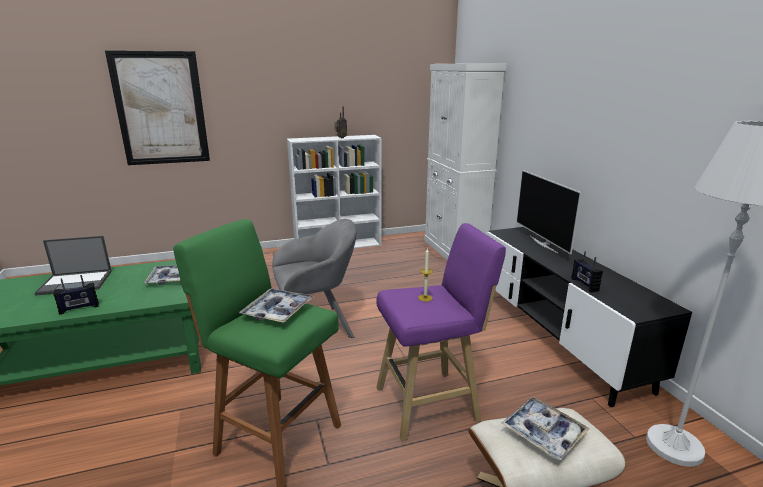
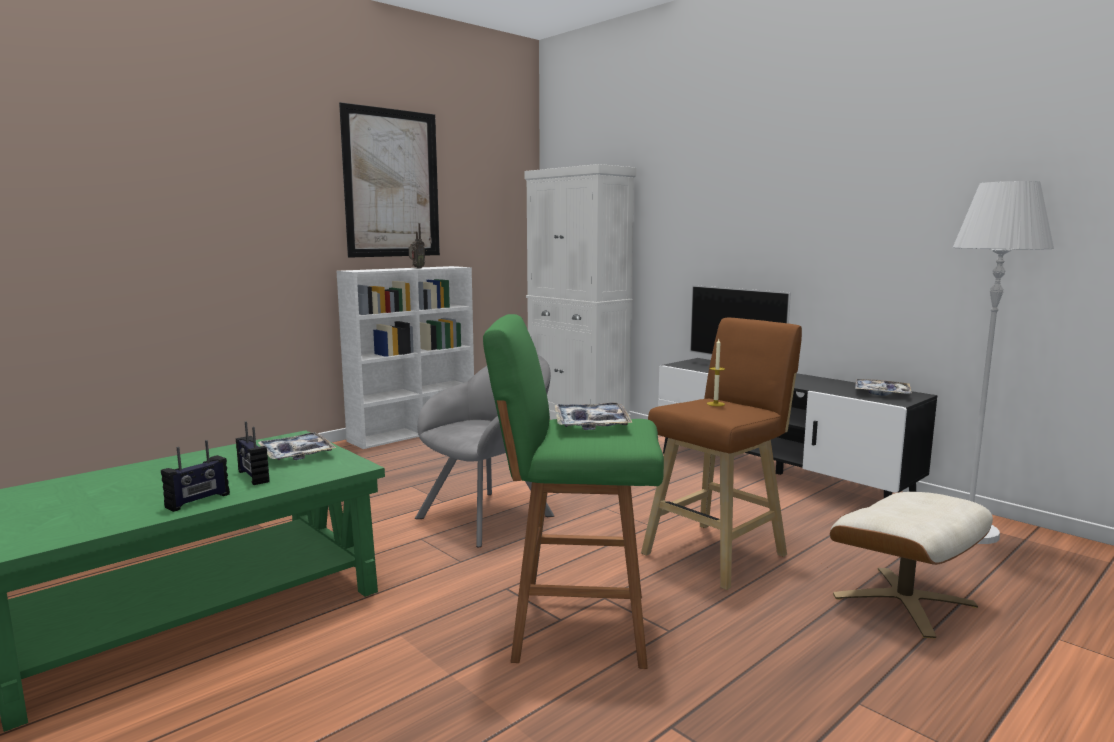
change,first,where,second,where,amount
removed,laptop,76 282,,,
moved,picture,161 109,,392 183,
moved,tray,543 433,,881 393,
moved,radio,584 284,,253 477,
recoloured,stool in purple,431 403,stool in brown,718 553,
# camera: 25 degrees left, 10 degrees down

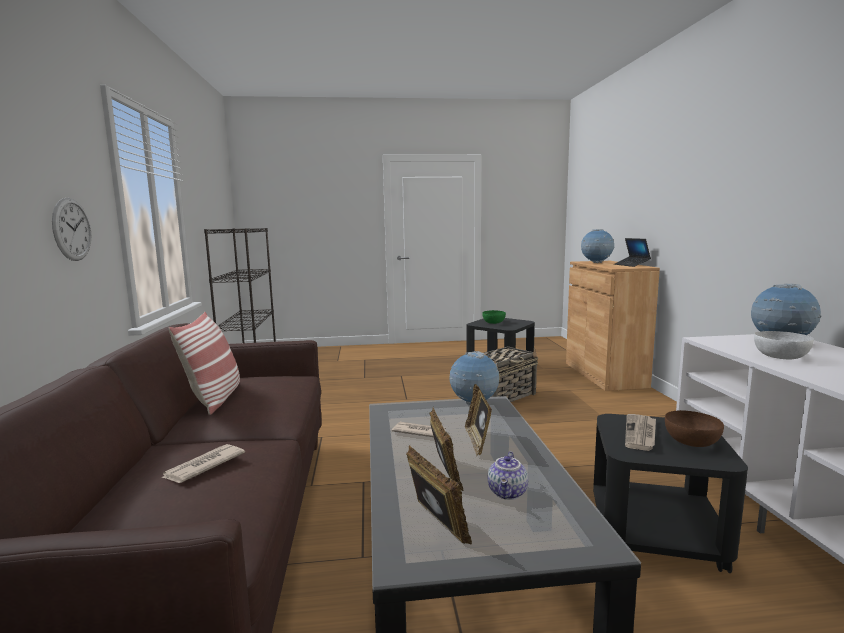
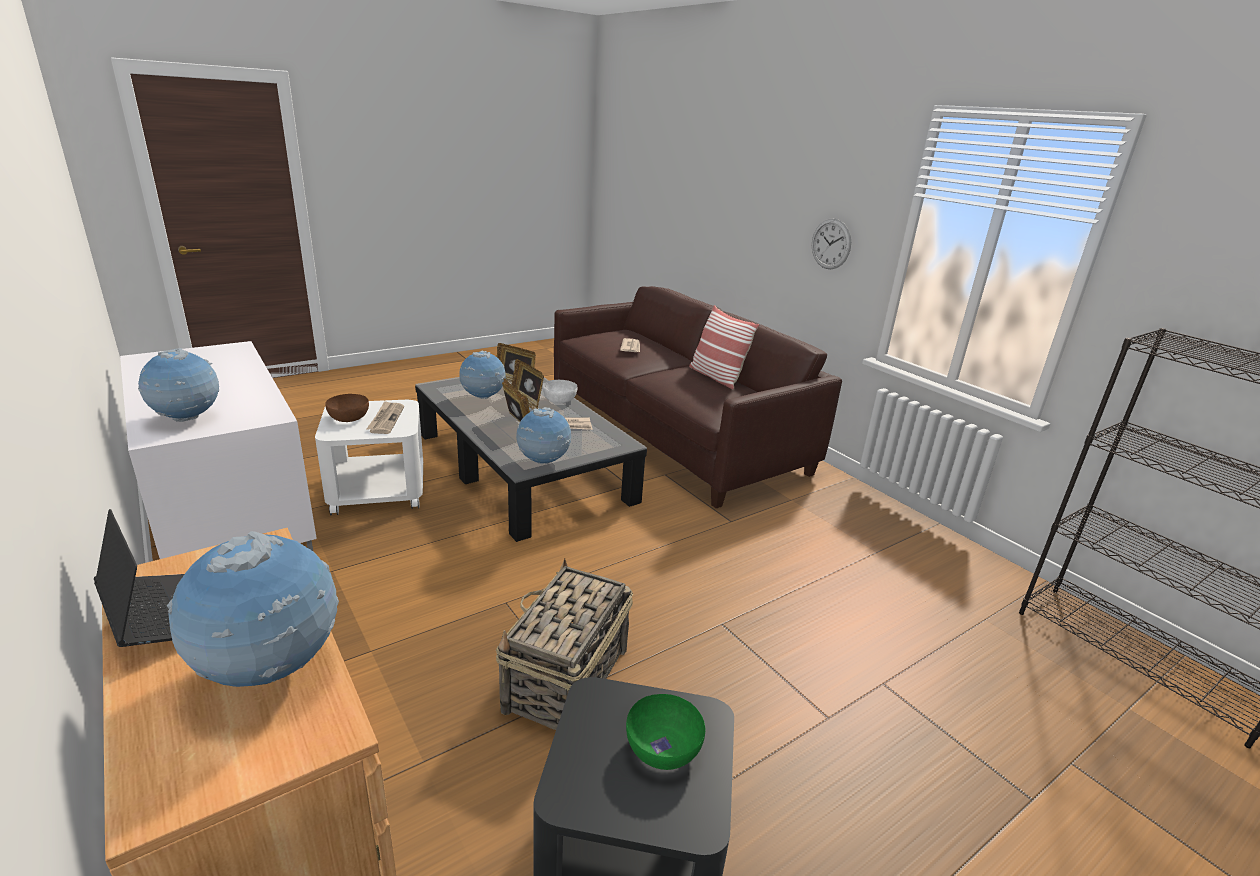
change,first,where,second,where,amount
moved,bowl in white,780 357,,560 400,
replaced,teapot,508 493,globe,483 398,
recoloured,side table in black,656 533,side table in white,378 490,
# camera: 150 degrees right, 15 degrees up

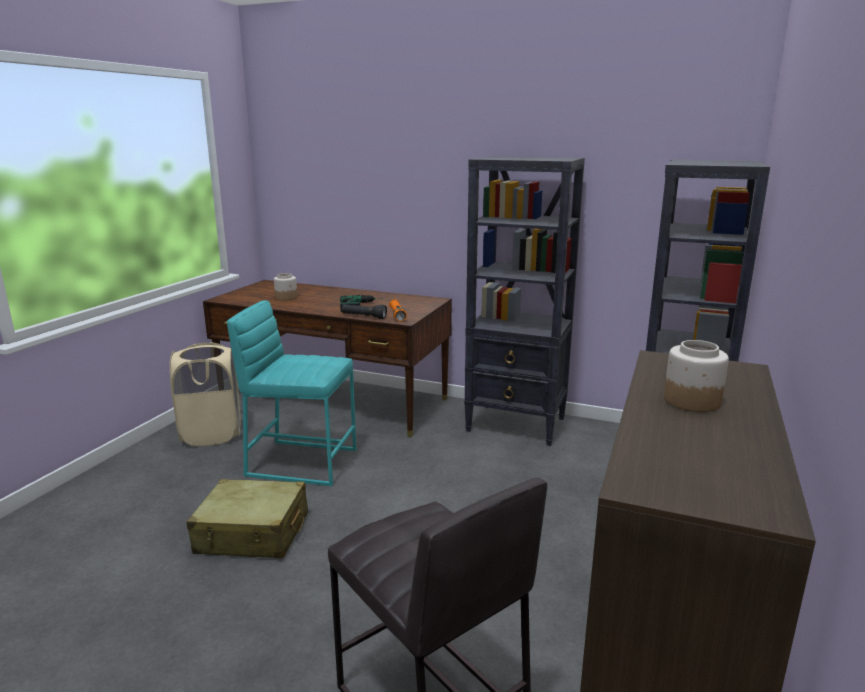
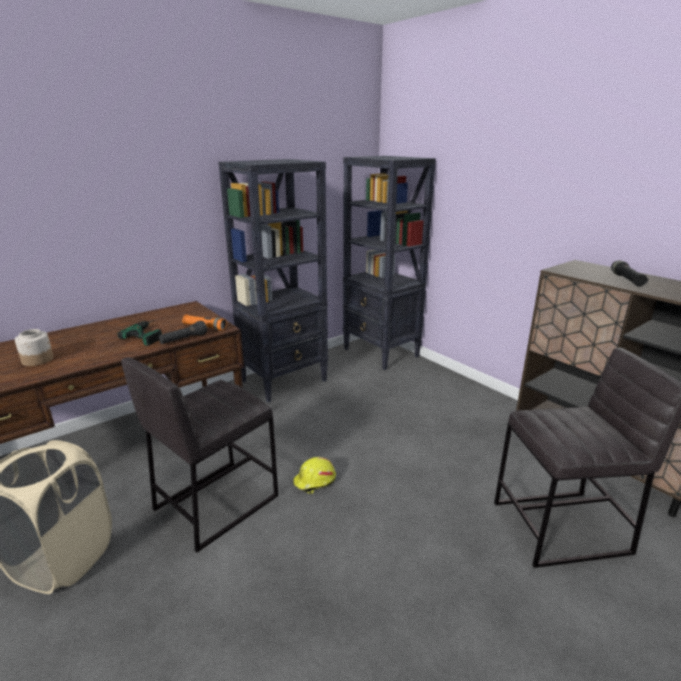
change,first,where,second,where,amount
removed,suitcase in beige,253 533,,,
added,,,hard hat in yellow,315 481,
replaced,jar,691 401,flashlight in black,626 280,
recoloured,stool in turquoise,301 462,stool in grey,215 502,
# camera: 60 degrees left, 5 degrees up

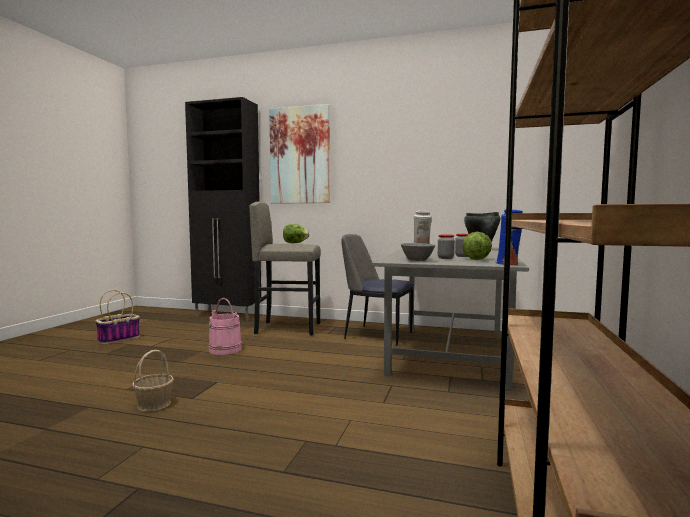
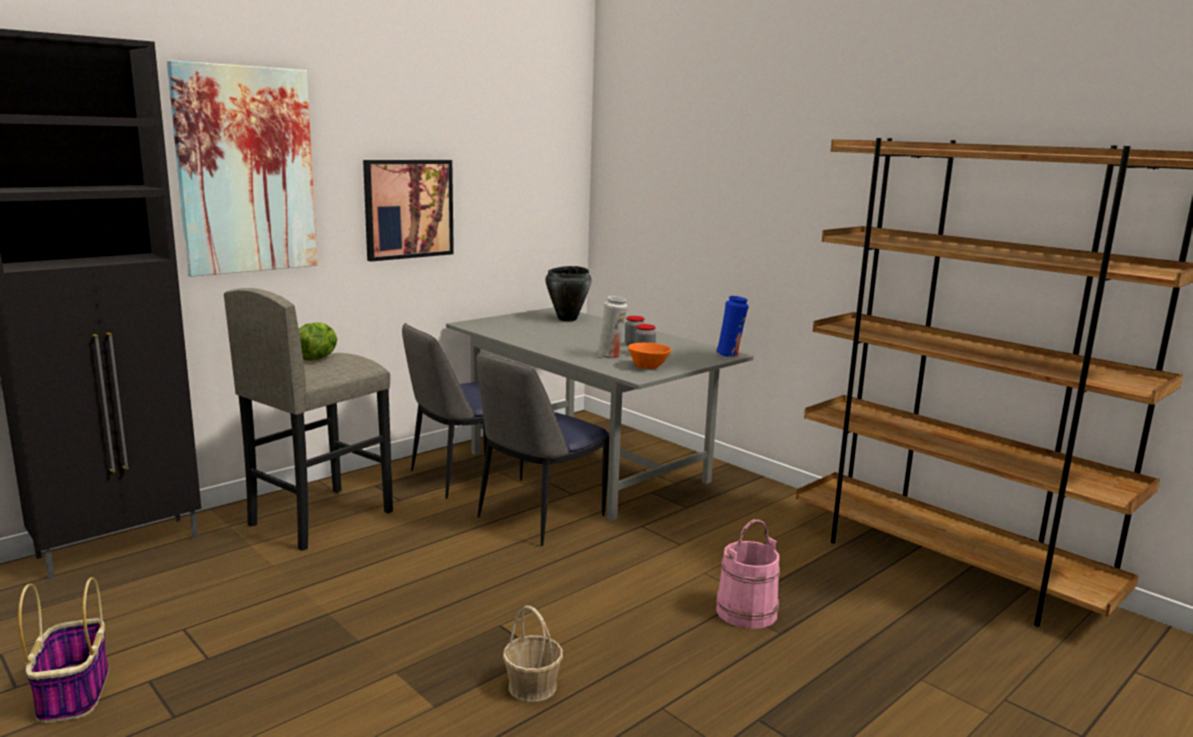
change,first,where,second,where,amount
removed,lettuce,476 259,,,
added,,,picture,408 209,
added,,,chair,538 518,
moved,bucket in pink,225 349,,746 612,
recoloured,bowl in grey,417 260,bowl in orange,649 367,
# camera: 60 degrees left, 10 degrees up

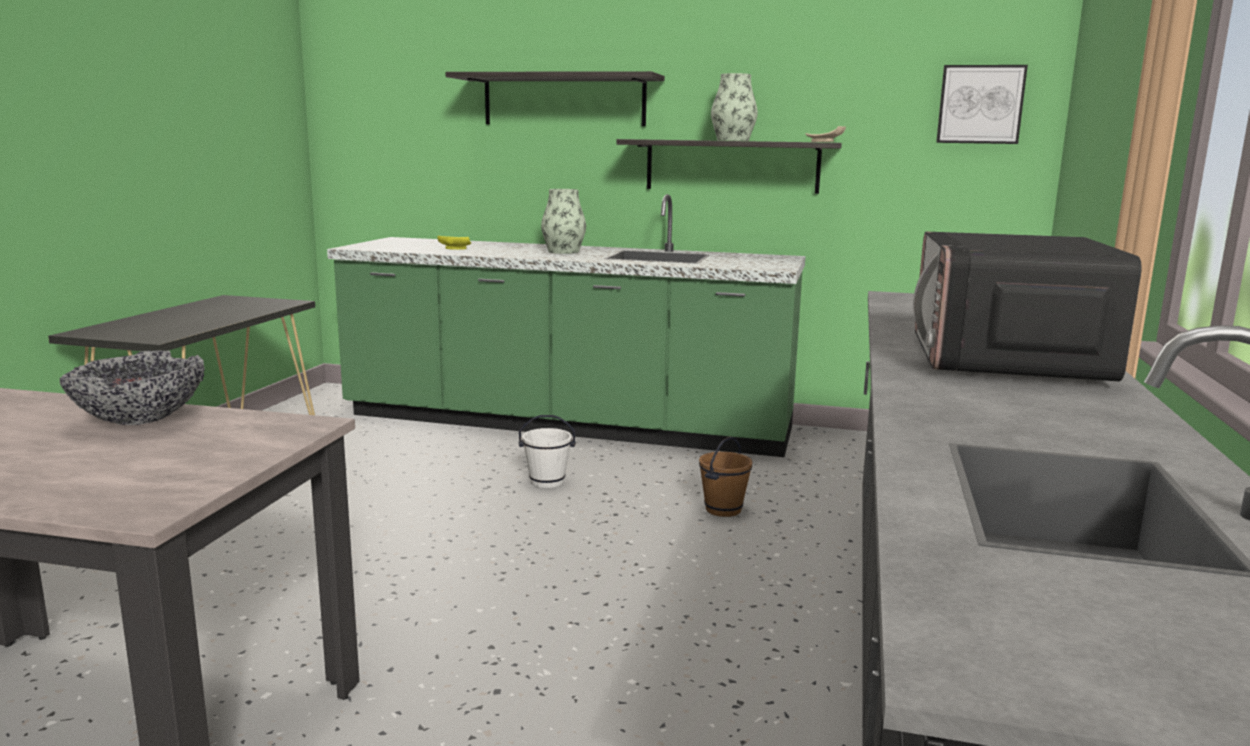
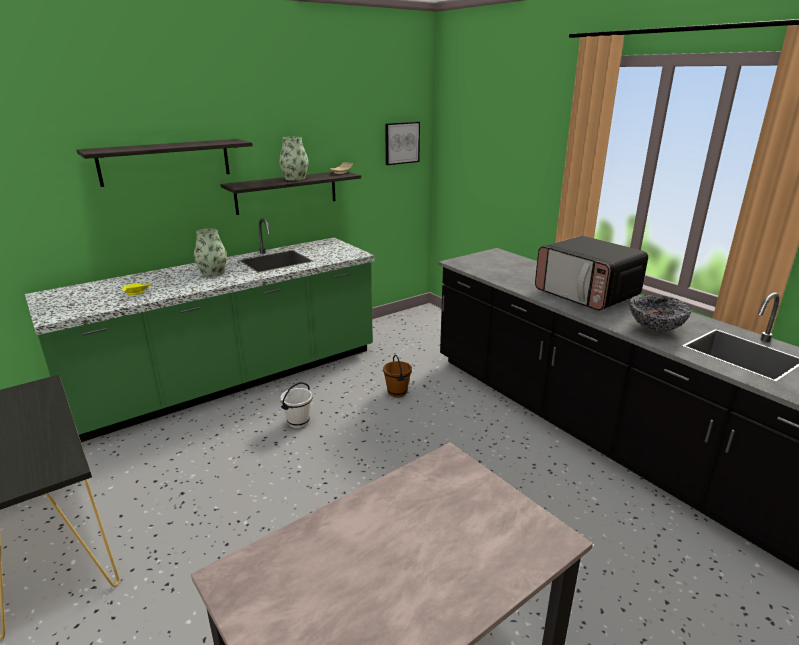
change,first,where,second,where,amount
moved,bowl,139 421,,655 328,
# camera: 50 degrees left, 10 degrees up

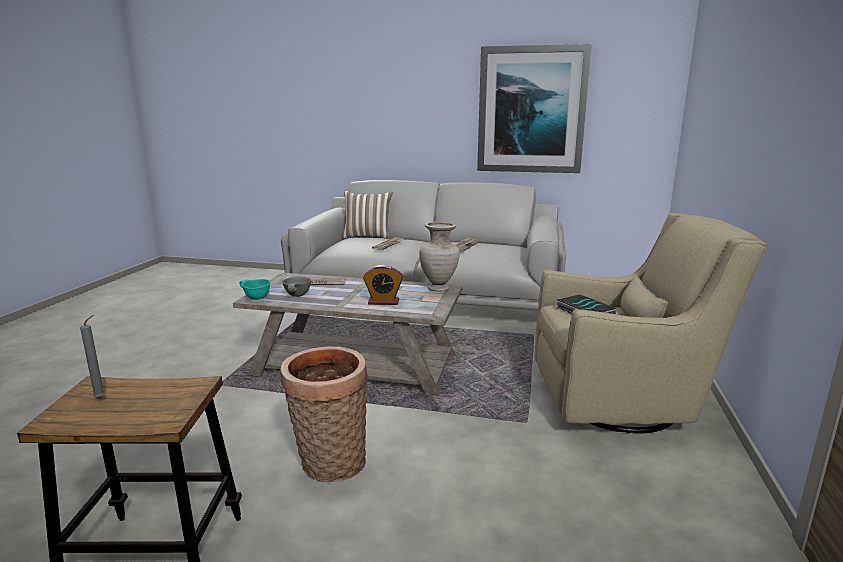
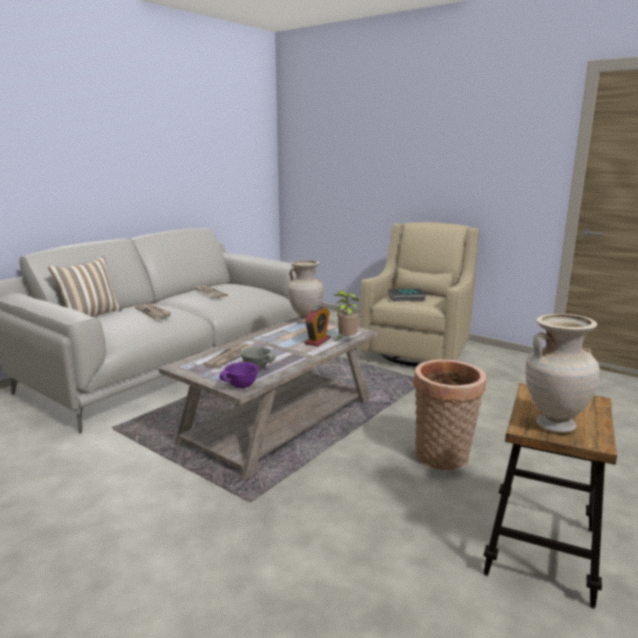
change,first,where,second,where,amount
removed,picture,531 110,,,
added,,,potted plant,346 340,
replaced,candle in grey,102 398,vase in beige,553 425,
recoloured,bowl in turquoise,256 298,bowl in purple,241 386,
# camera: 65 degrees left, 0 degrees up

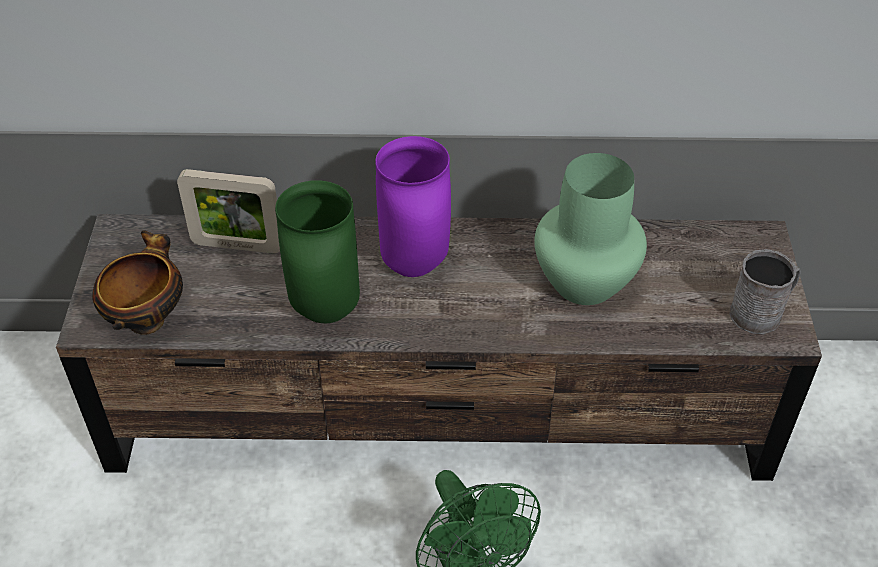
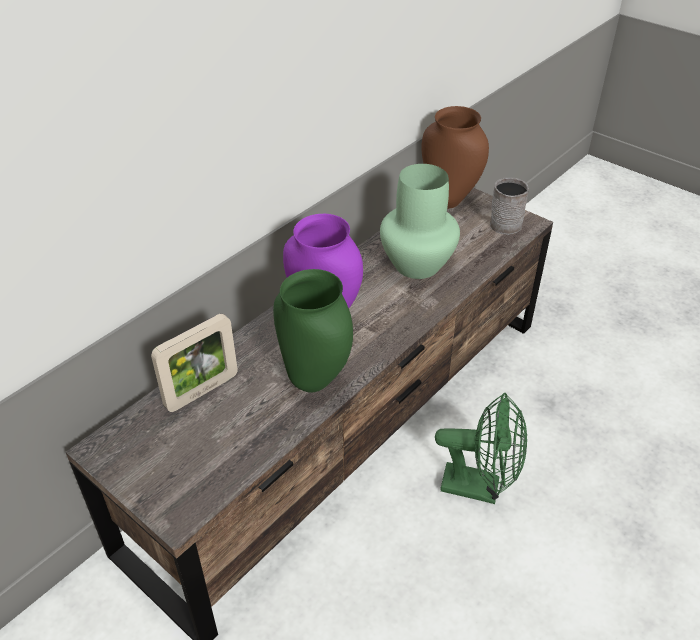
change,first,where,second,where,amount
removed,bowl,147 318,,,
added,,,vase in brown,450 201,
# camera: 50 degrees left, 5 degrees down

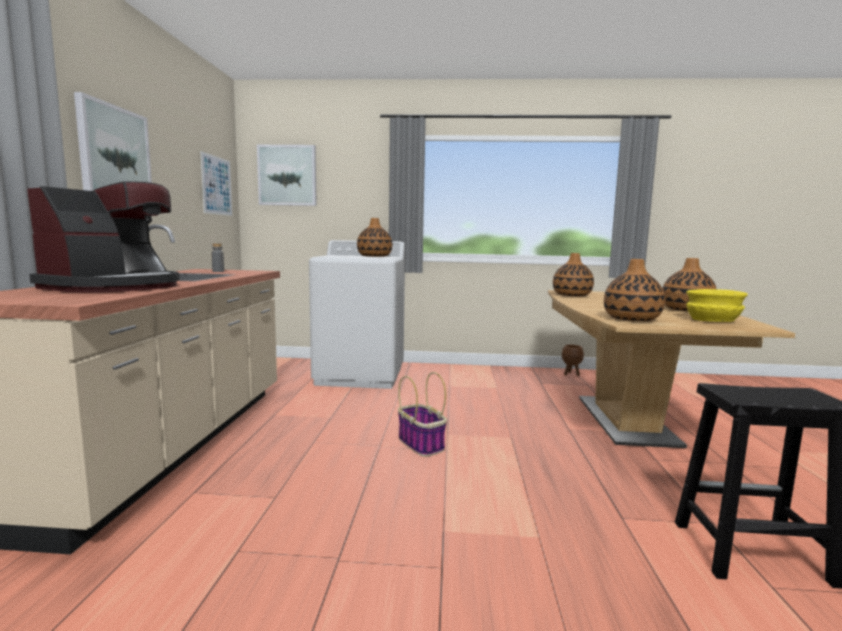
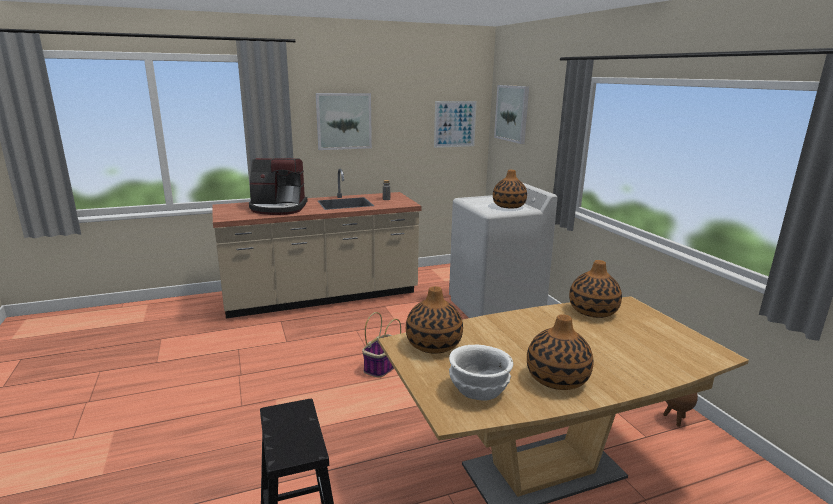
change,first,where,second,where,amount
recoloured,bowl in yellow,712 320,bowl in white,477 389,
# camera: 65 degrees right, 10 degrees up

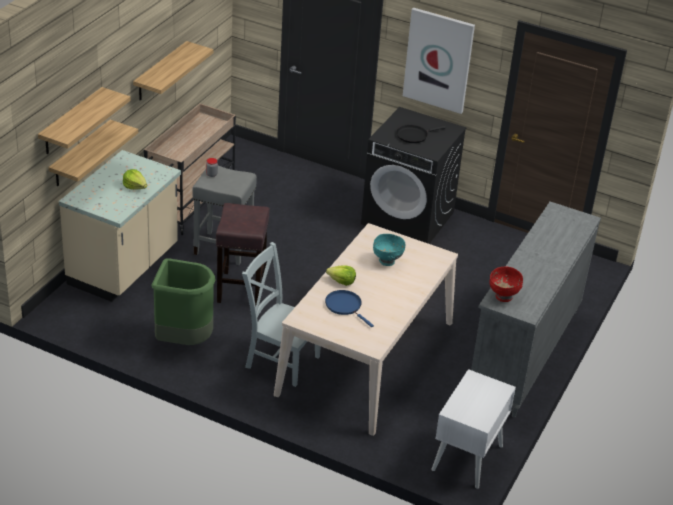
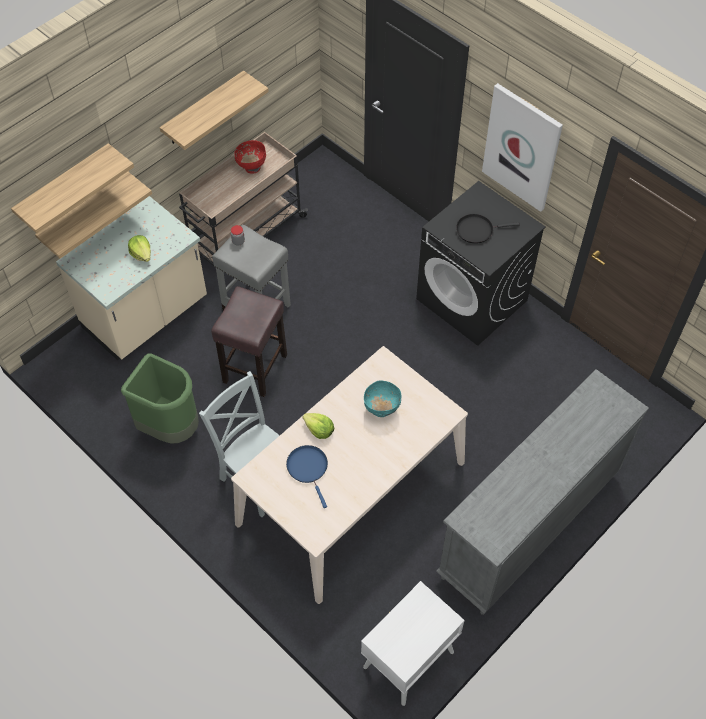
change,first,where,second,where,amount
moved,bowl in red,503 296,,252 167,
# camera: 20 degrees right, 20 degrees up

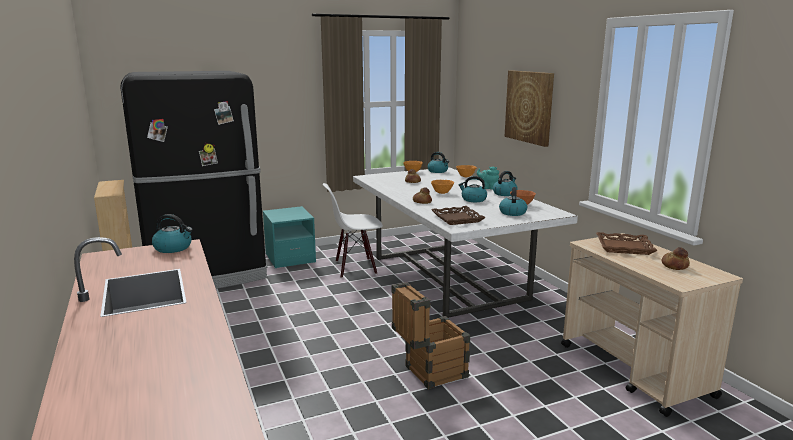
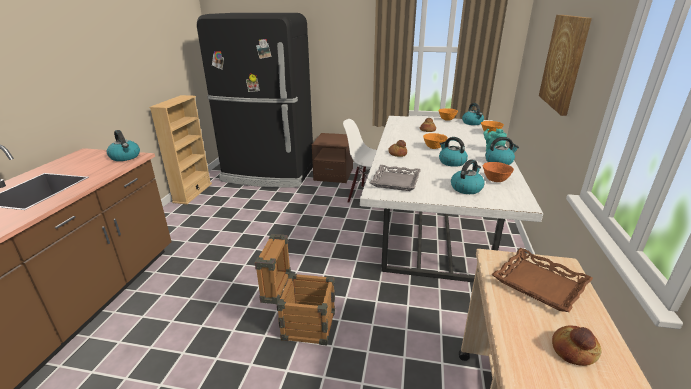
change,first,where,second,where,amount
recoloured,nightstand in turquoise,290 258,nightstand in brown,333 175,
recoloured,tray in brown,457 219,tray in grey,396 181,
# camera: 35 degrees right, 10 degrees up

